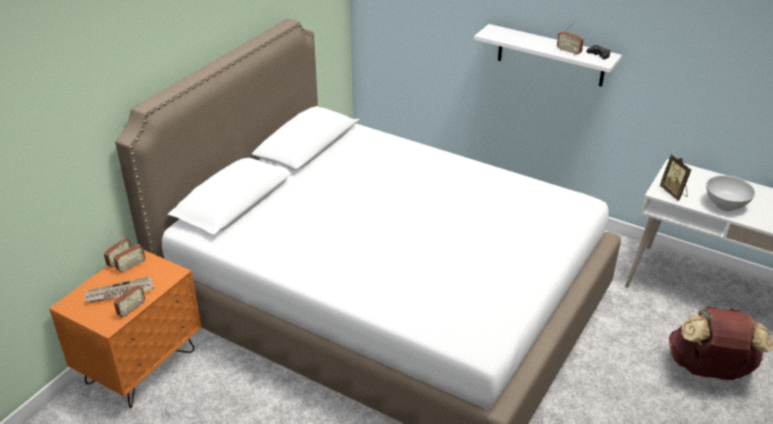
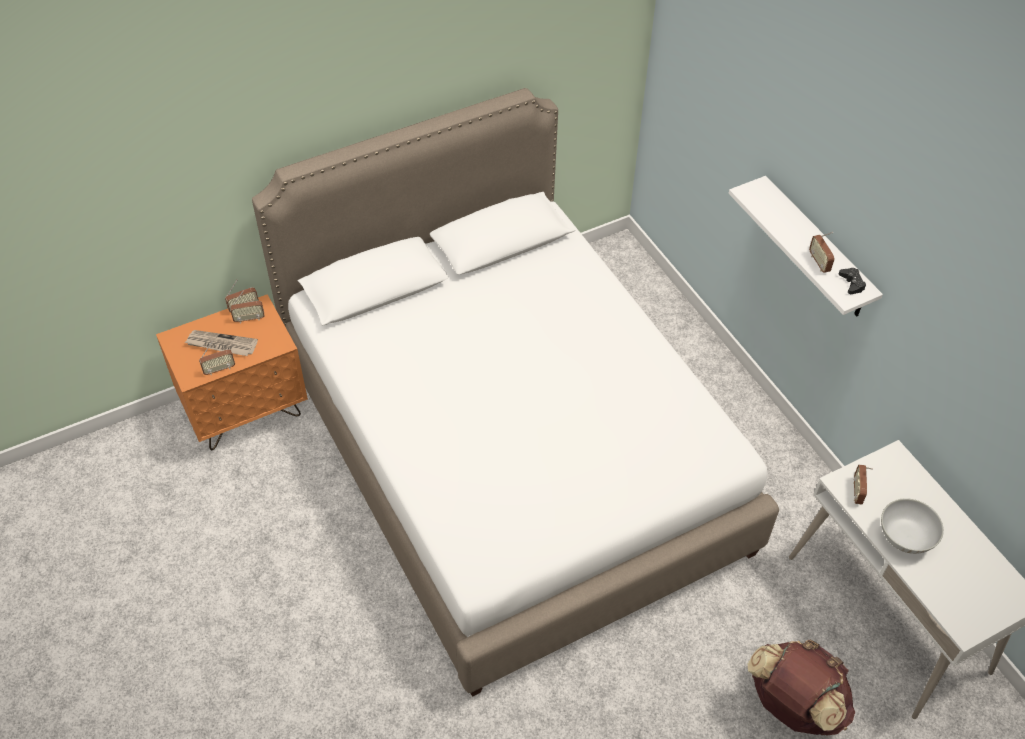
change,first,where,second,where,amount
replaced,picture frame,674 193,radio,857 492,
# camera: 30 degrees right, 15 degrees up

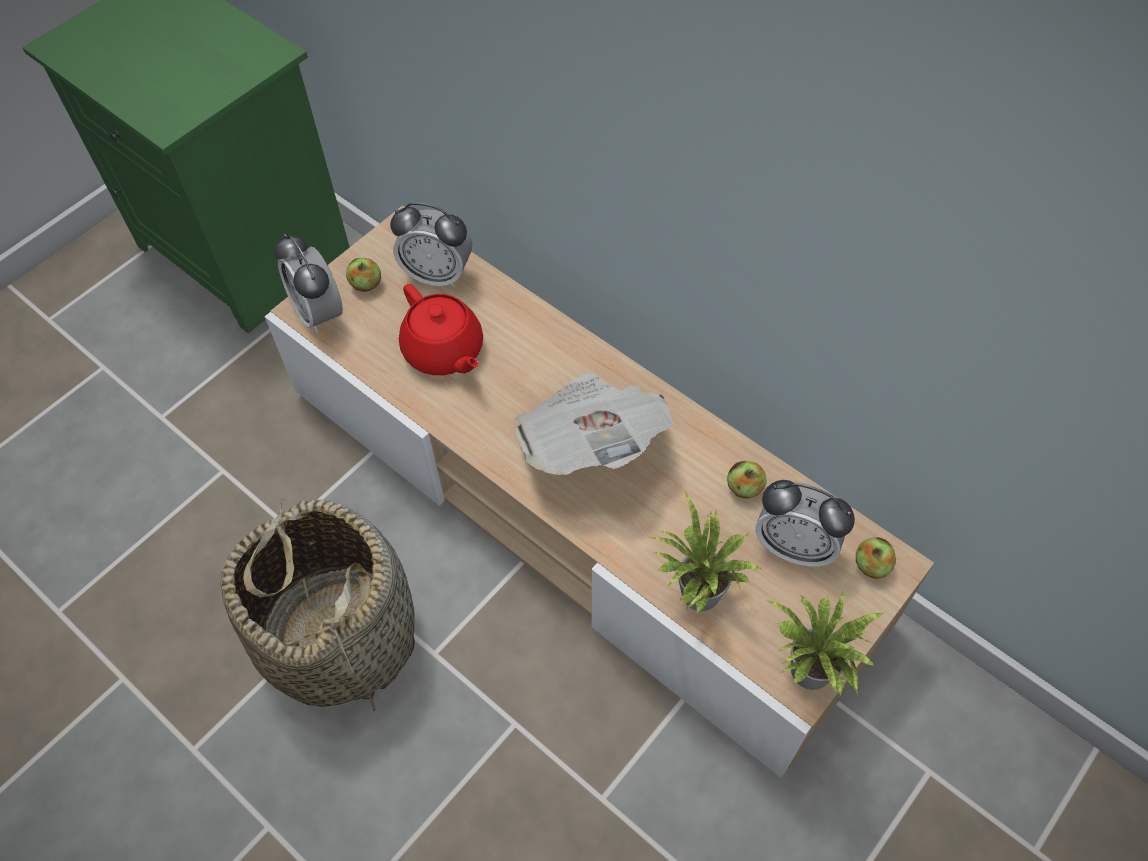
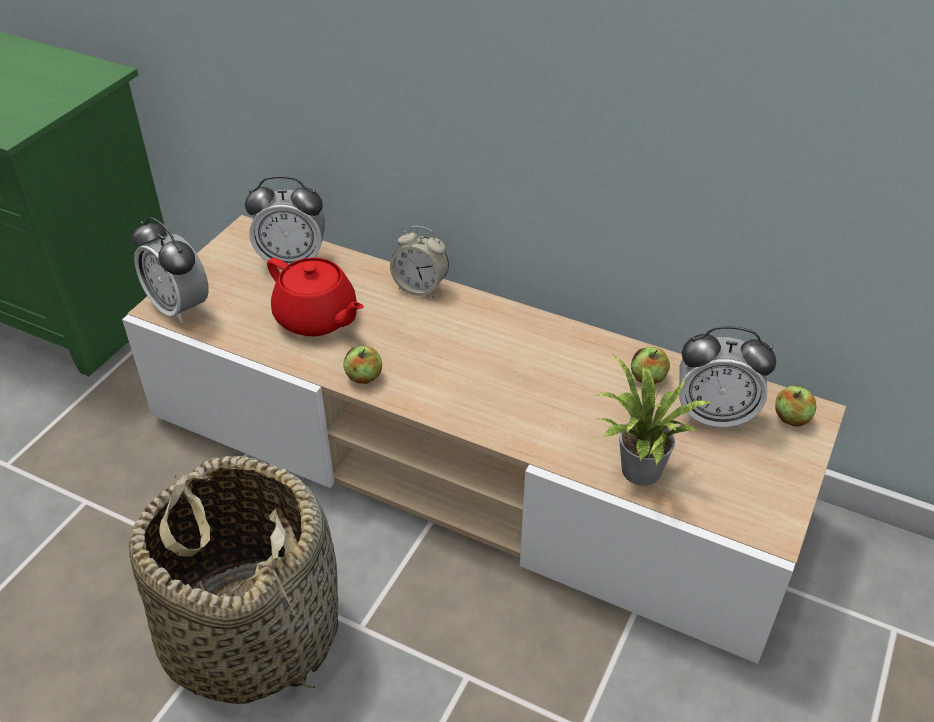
change,first,where,second,where,amount
removed,newspaper,590 442,,,
removed,potted plant,809 676,,,
added,,,alarm clock,420 287,
moved,apple,366 284,,364 377,
# camera: 15 degrees left, 15 degrees down

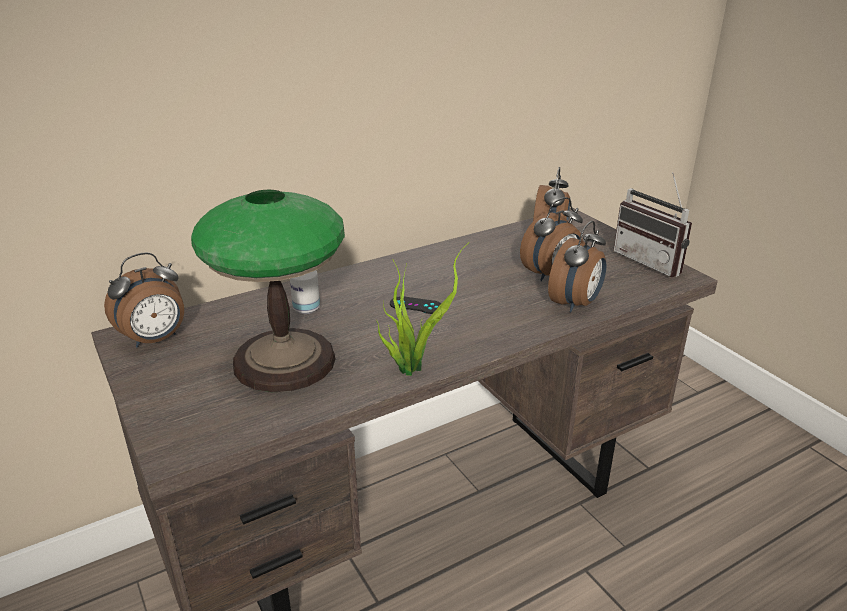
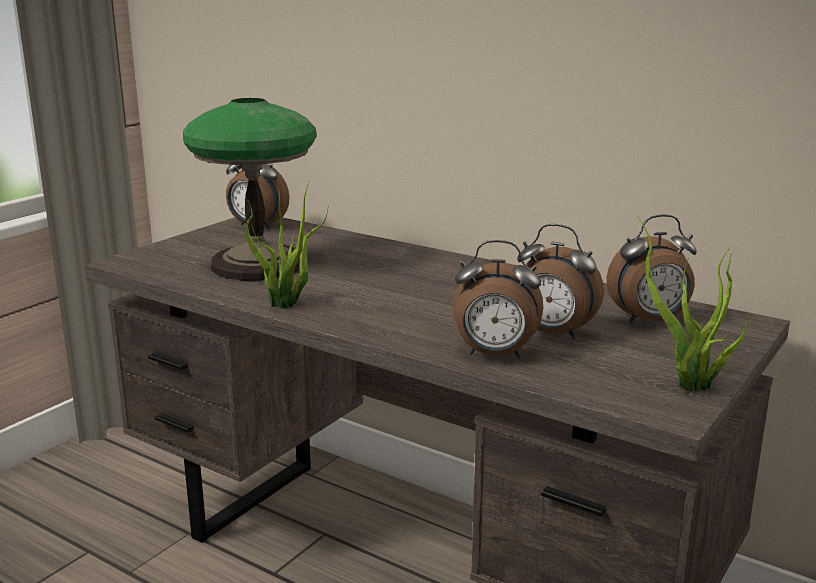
change,first,where,second,where,amount
removed,can,306 309,,,
removed,game controller in black,416 305,,,
replaced,radio,652 261,potted plant,690 387,
# camera: 65 degrees right, 10 degrees down

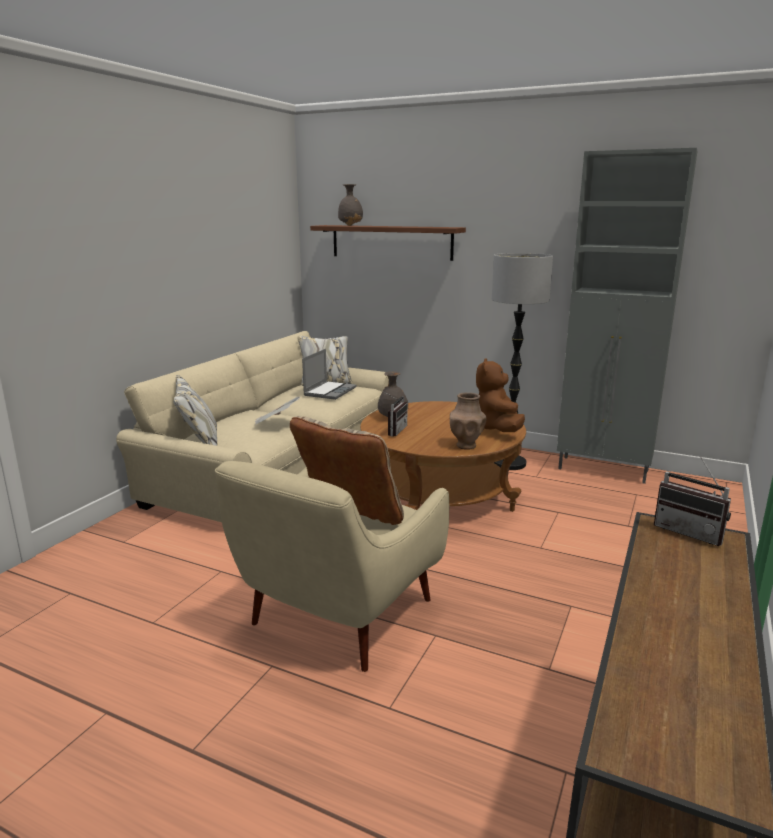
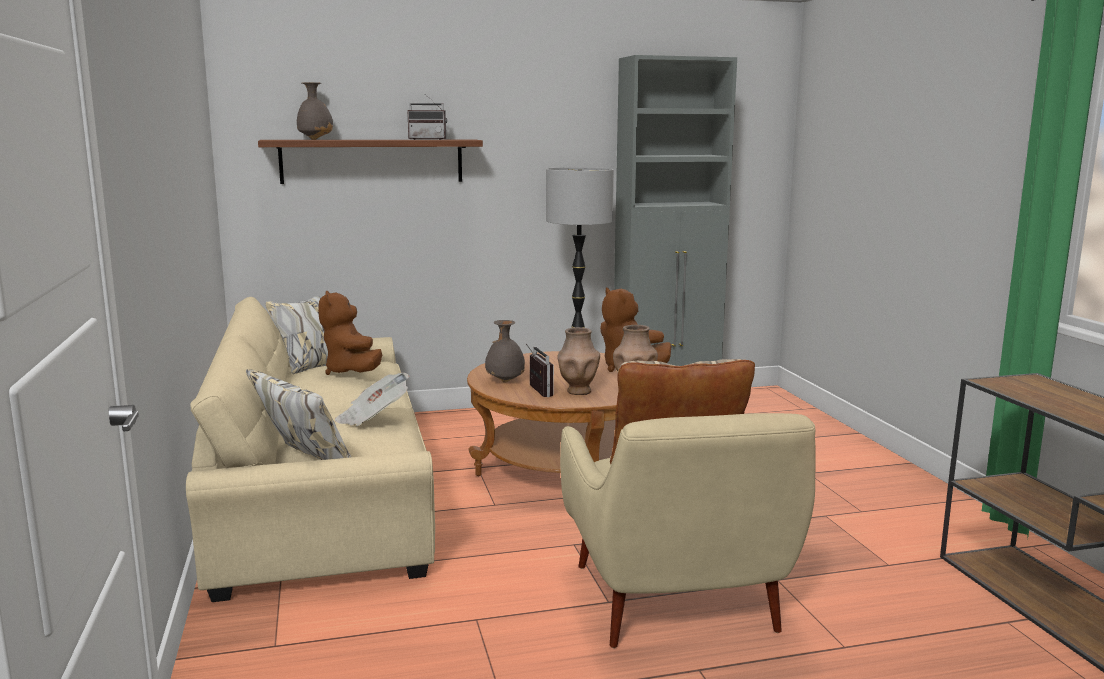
change,first,where,second,where,amount
added,,,vase in brown,578 391,
moved,radio,690 532,,428 139,
replaced,laptop,329 391,plush toy in brown,352 372,
# camera: 40 degrees left, 5 degrees down

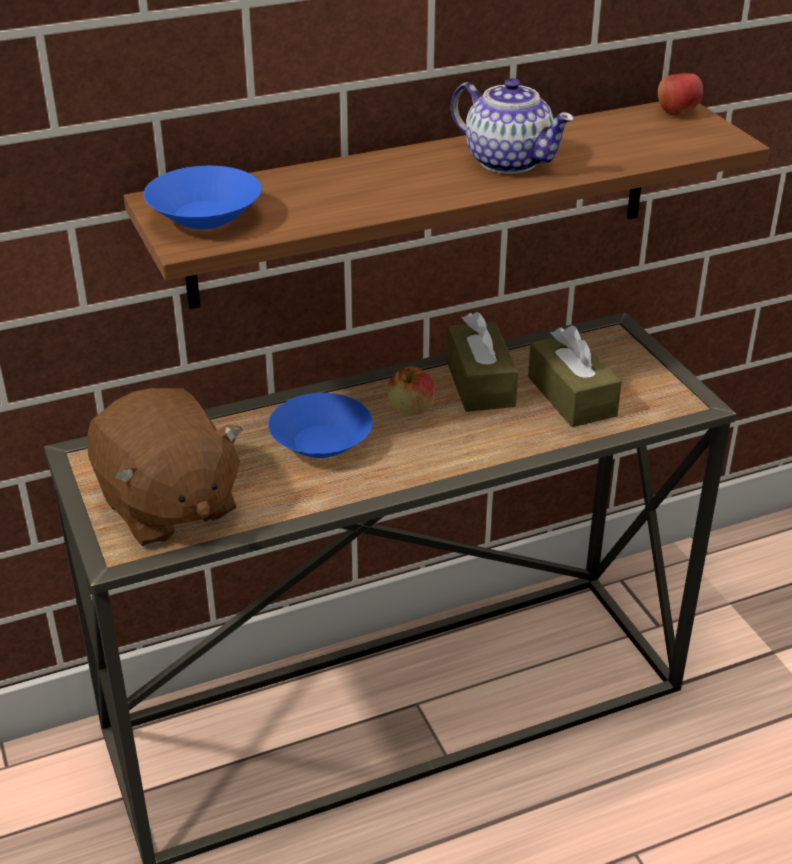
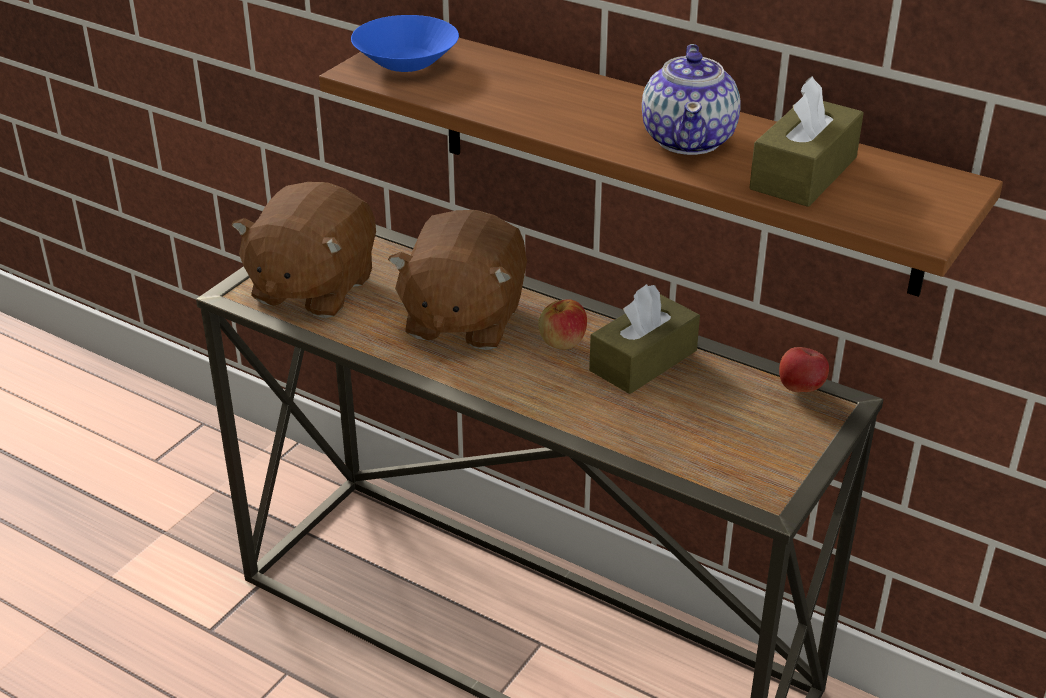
change,first,where,second,where,amount
moved,tissue box in brown,571 396,,803 173,
moved,apple,677 112,,800 388,
replaced,bowl in blue,321 443,plush toy in brown,462 319,
# camera: 55 degrees right, 0 degrees up

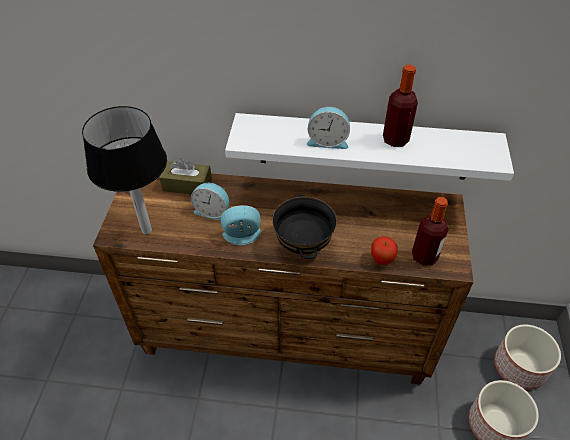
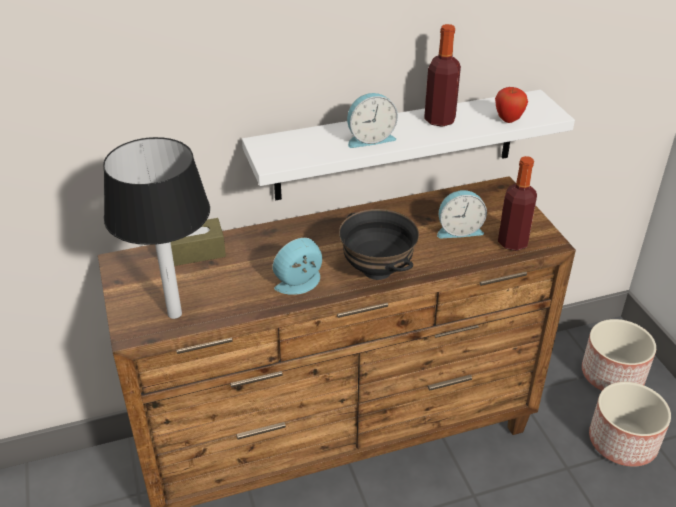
change,first,where,second,where,amount
moved,alarm clock,213 211,,458 230,
moved,apple,381 260,,508 120,
# camera: 25 degrees left, 10 degrees down

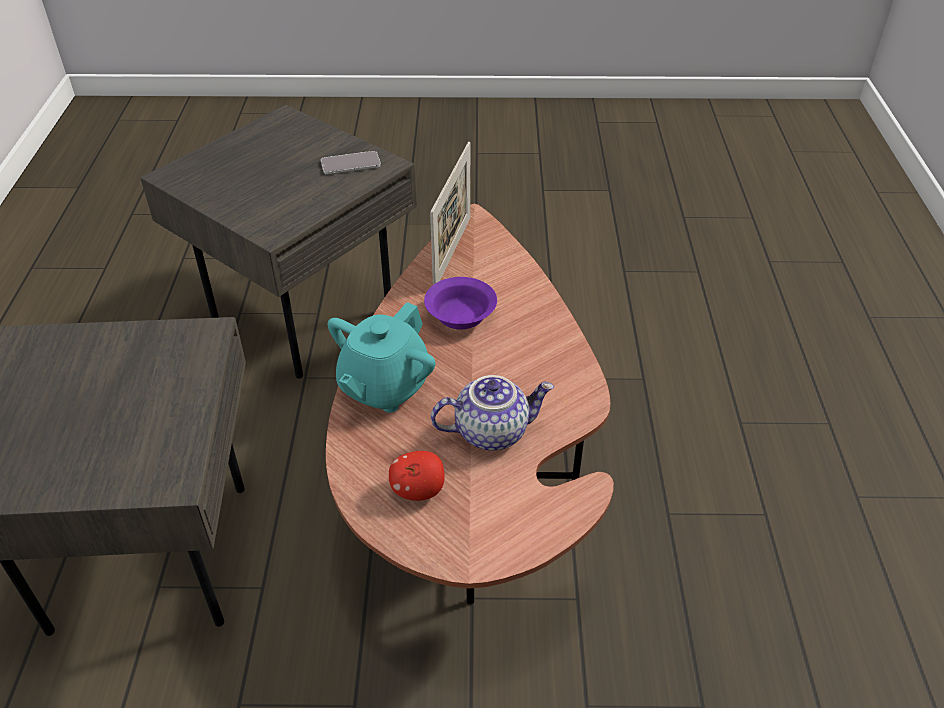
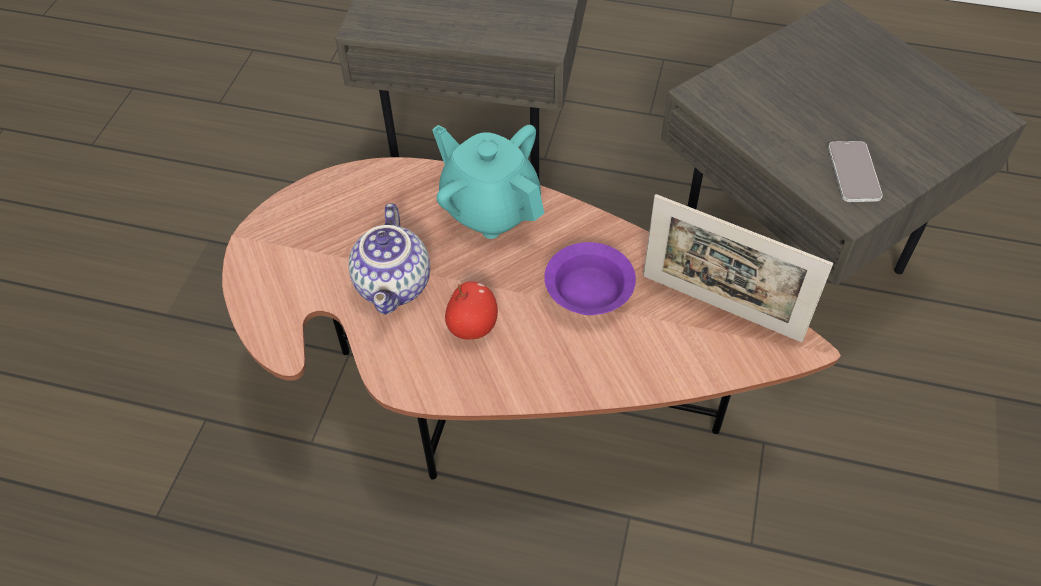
change,first,where,second,where,amount
moved,apple,418 490,,472 326,
# camera: 105 degrees right, 10 degrees up

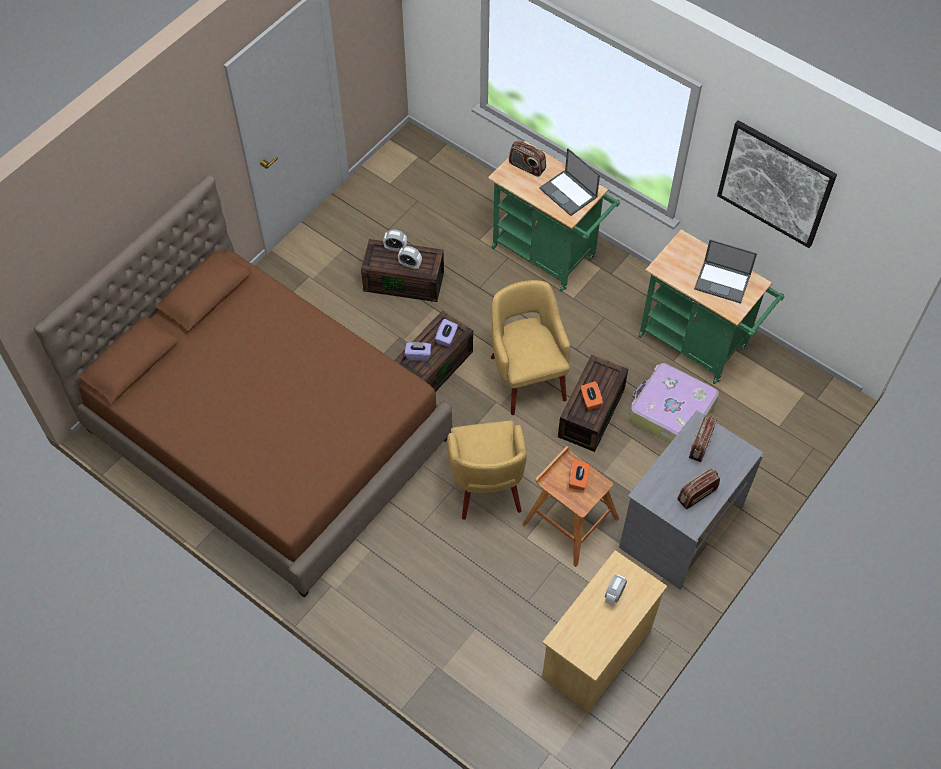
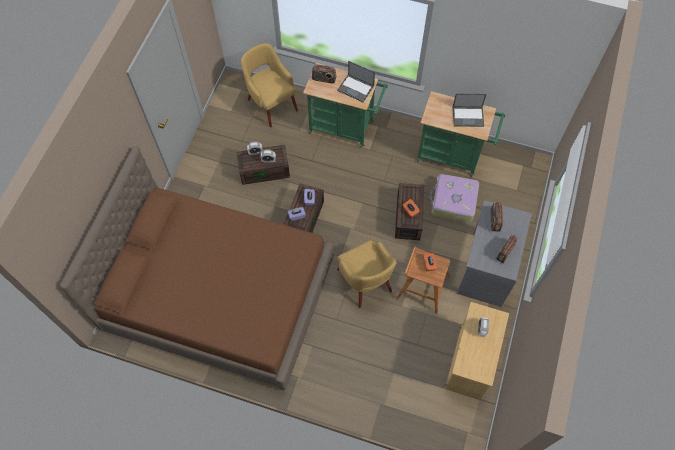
change,first,where,second,where,amount
removed,picture,775 183,,,
moved,armchair in yellow,527 375,,271 104,
# camera: 20 degrees left, 5 degrees up

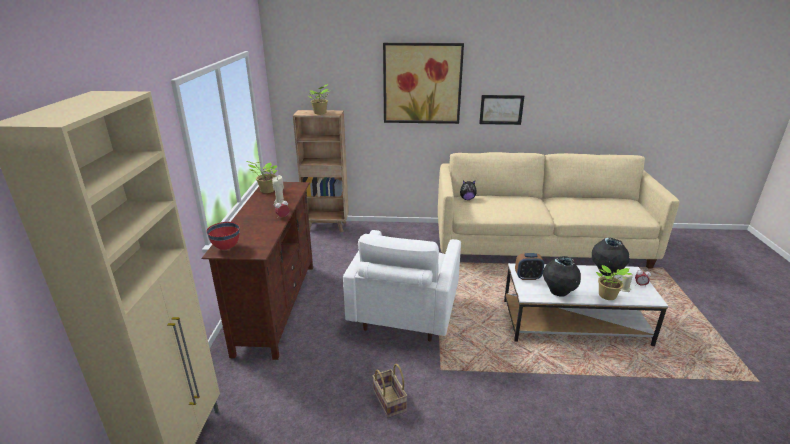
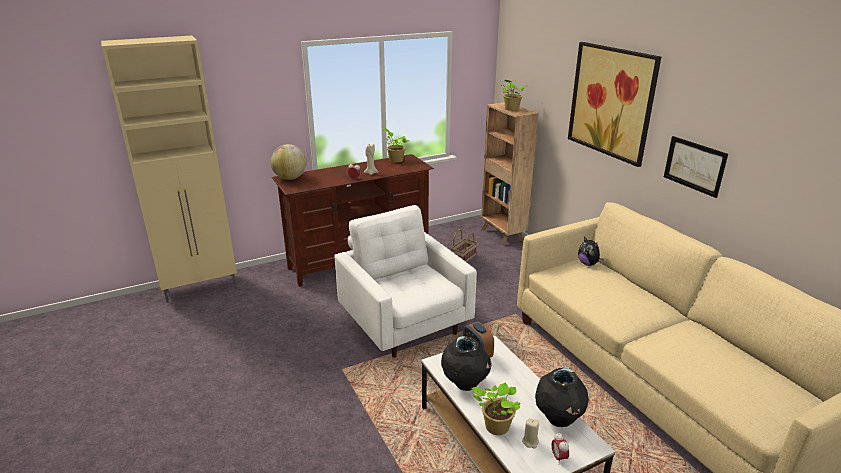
change,first,where,second,where,amount
moved,basket,388 401,,463 258,
replaced,bowl in red,226 247,globe,290 178,
turned,armchair in white,403 314,,405 324,75 degrees clockwise
# camera: 60 degrees right, 0 degrees up

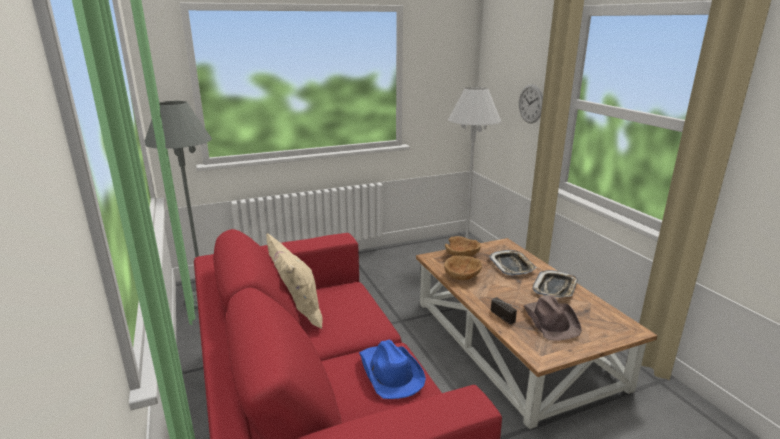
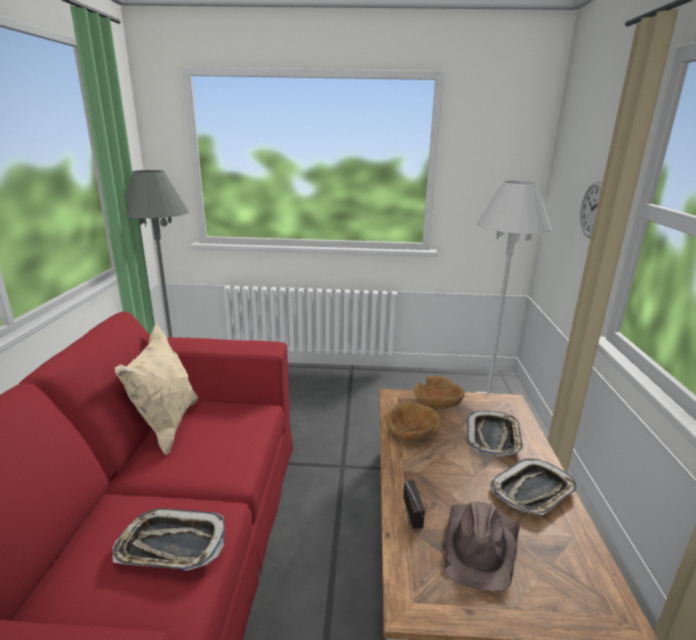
change,first,where,second,where,amount
replaced,hat in blue,390 373,tray,171 546,
# camera: 25 degrees right, 0 degrees up

